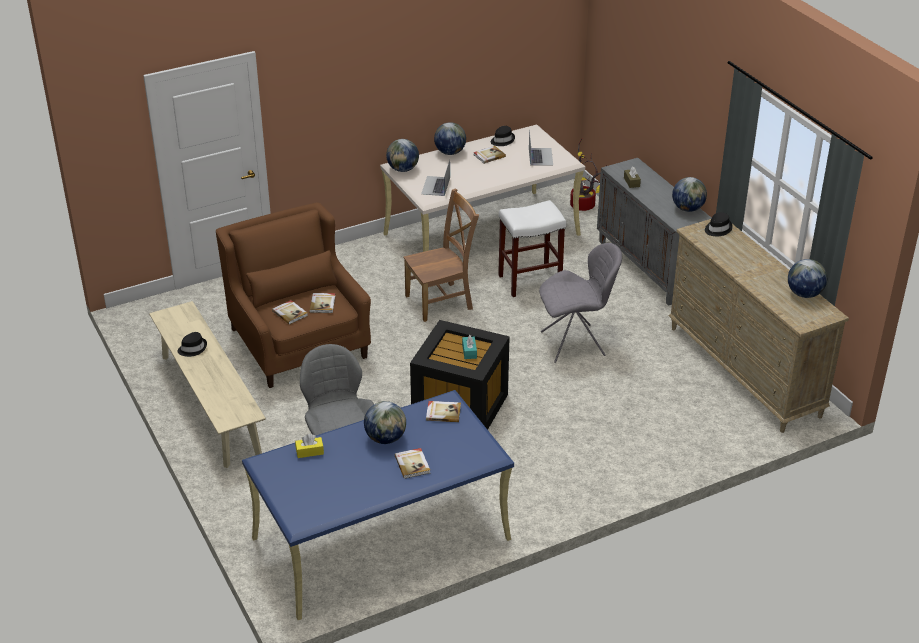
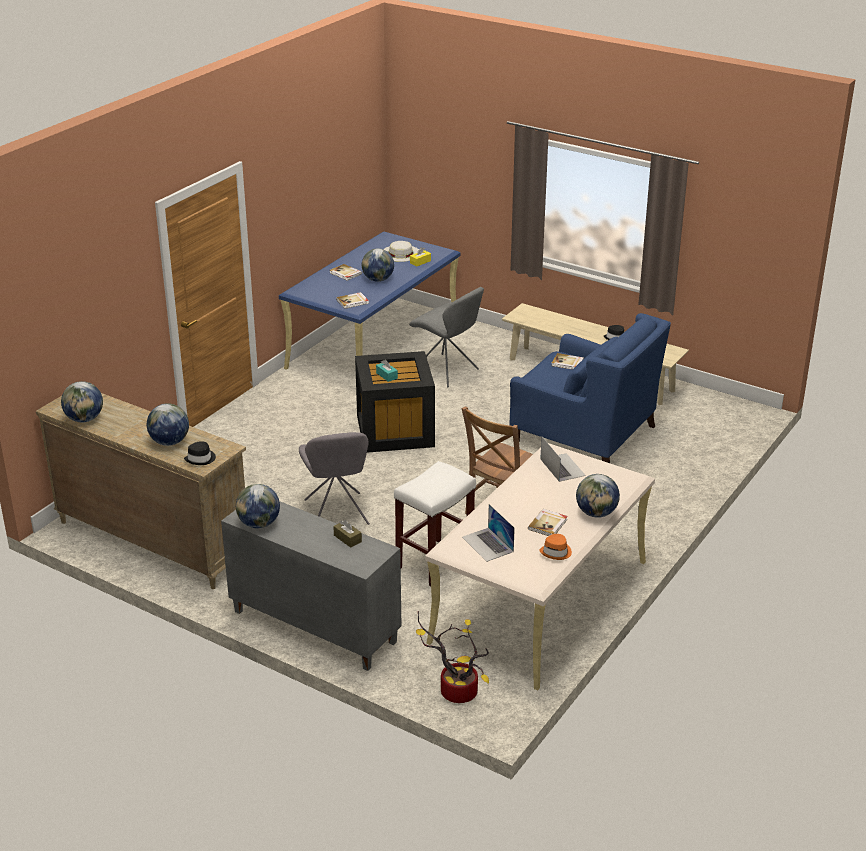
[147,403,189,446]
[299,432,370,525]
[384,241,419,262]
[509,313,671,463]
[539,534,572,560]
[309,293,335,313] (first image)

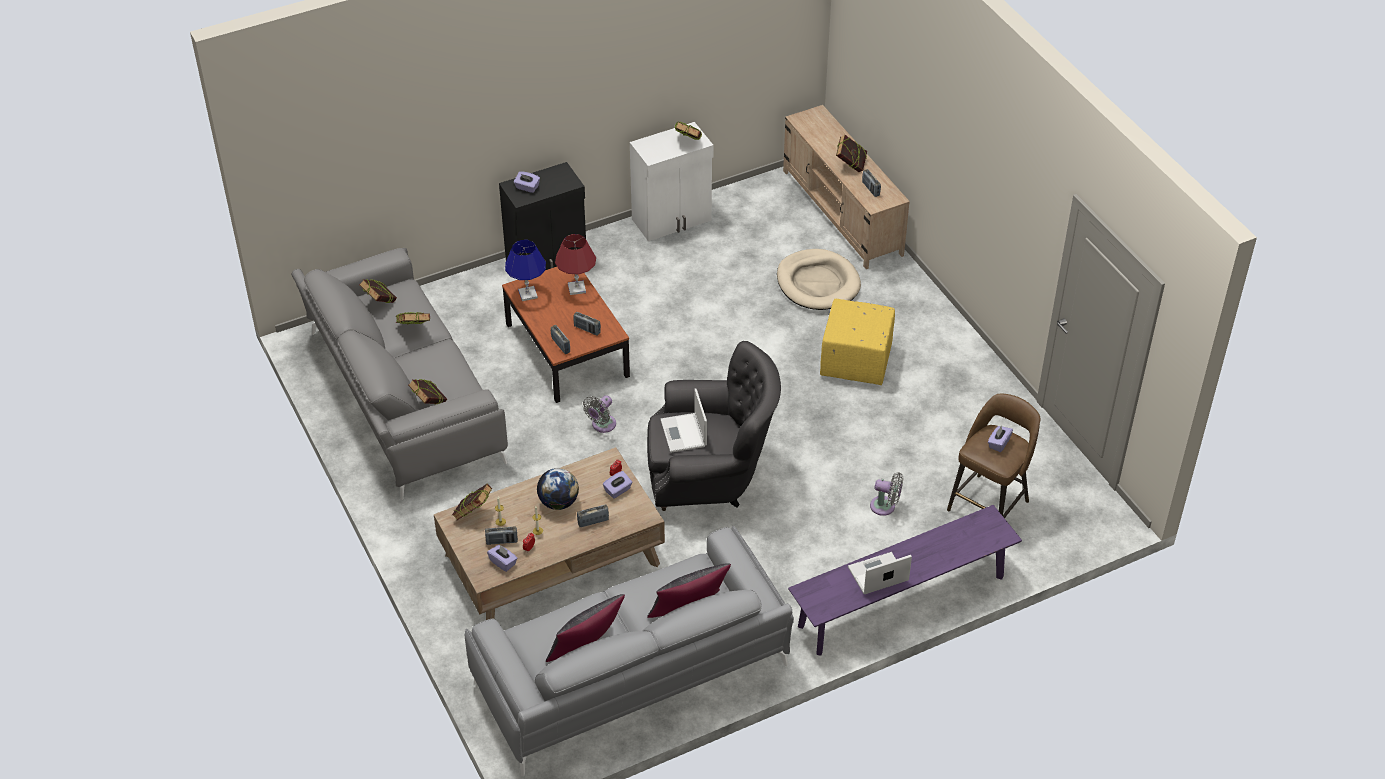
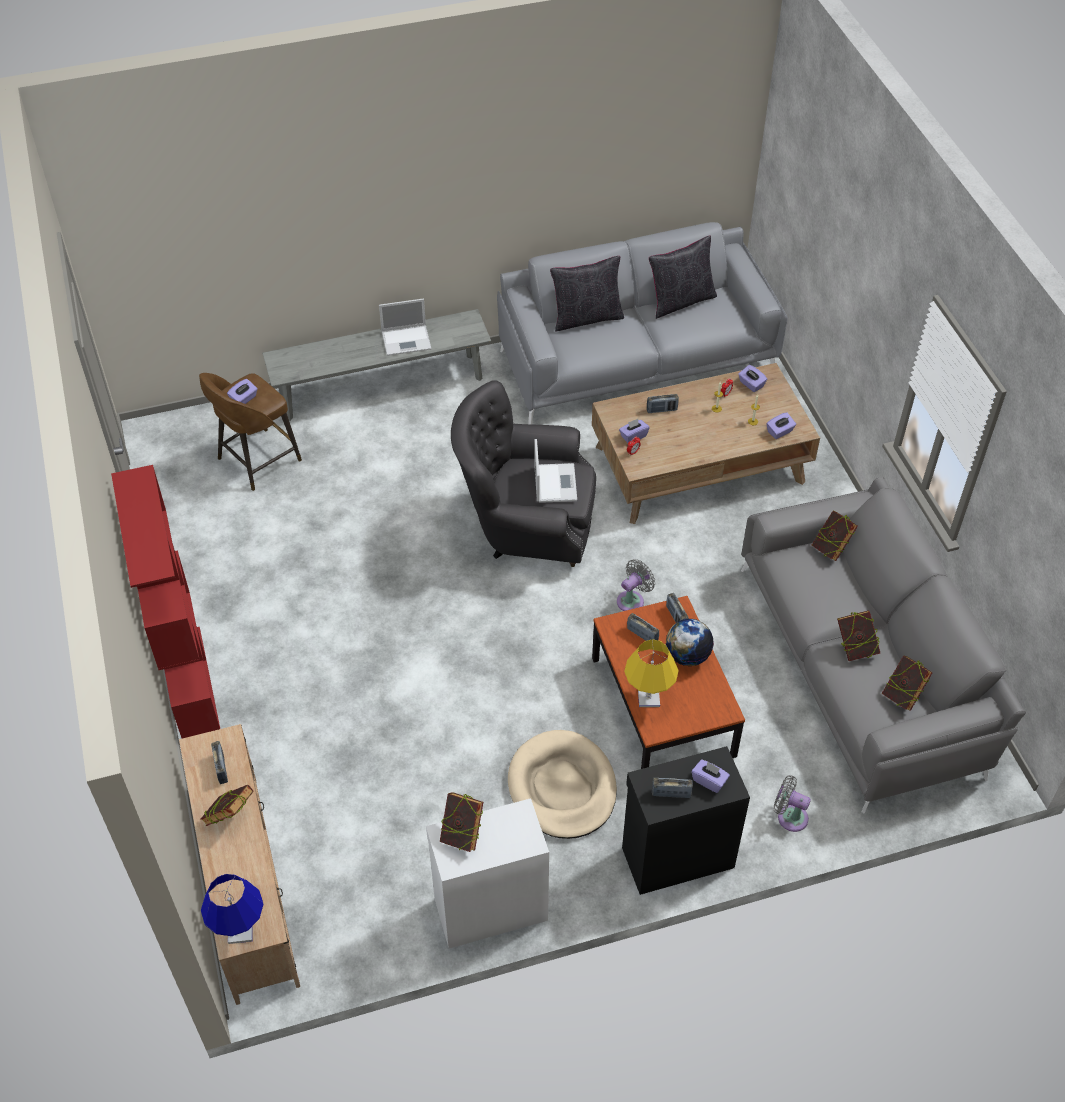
[111,465,220,738]
[201,874,263,944]
[262,309,491,421]
[508,730,617,839]
[624,639,679,707]
[652,778,693,798]
[666,619,714,666]
[766,412,796,439]
[773,775,811,832]
[820,299,895,385] (first image)

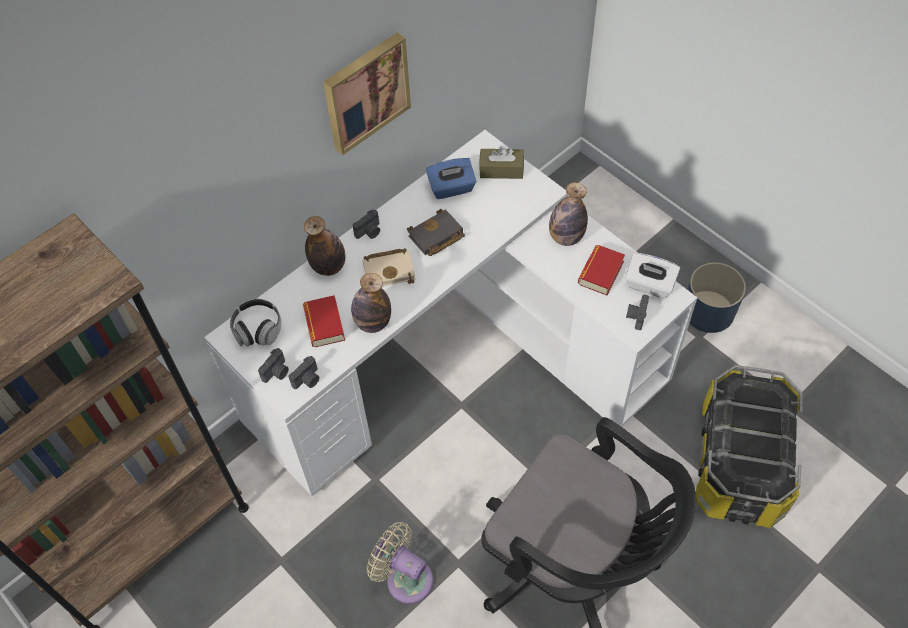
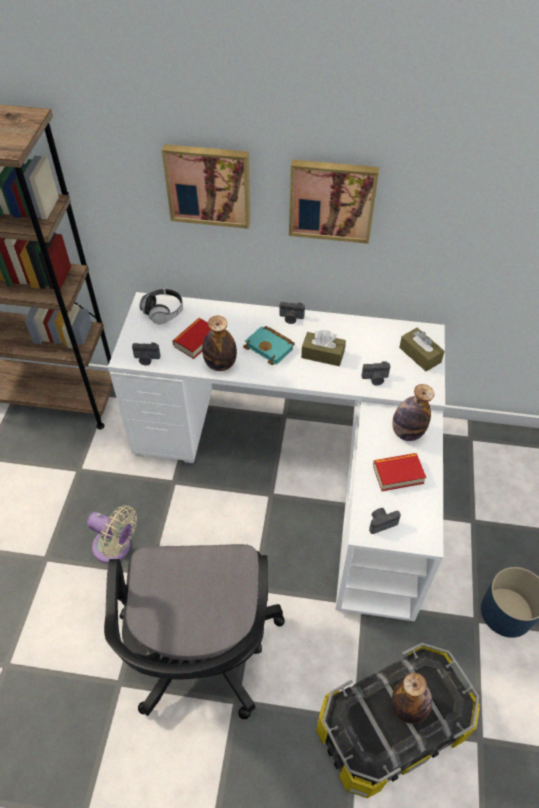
[87,505,137,563]
[162,144,250,229]
[243,326,295,365]
[301,330,346,366]
[361,361,390,386]
[392,673,432,724]
[426,158,477,199] (first image)
[625,253,680,298] (first image)

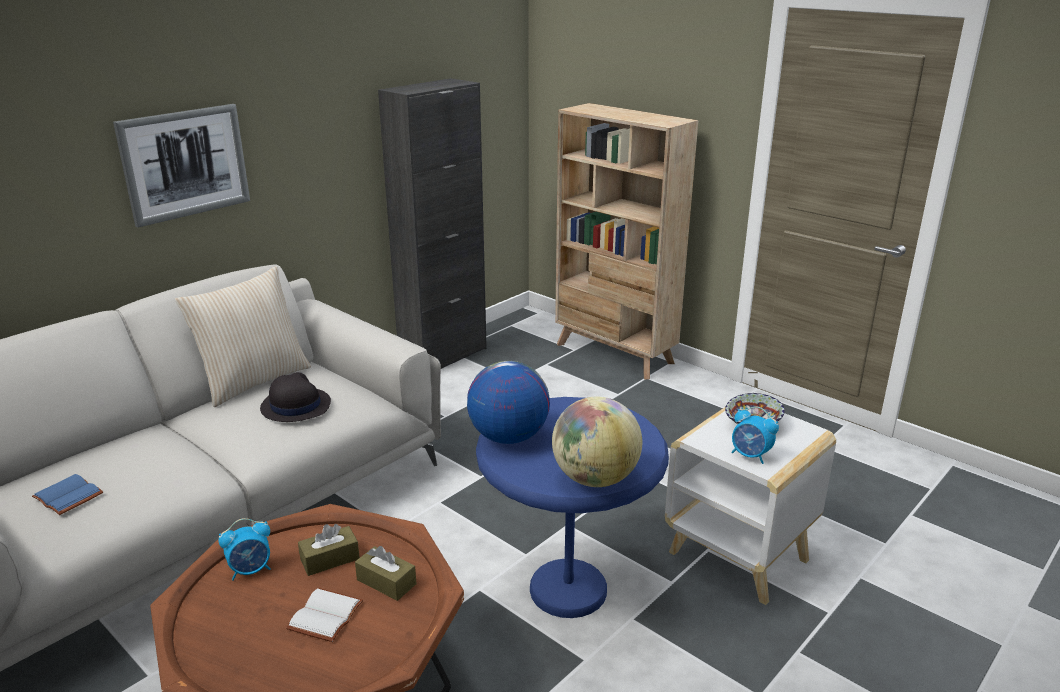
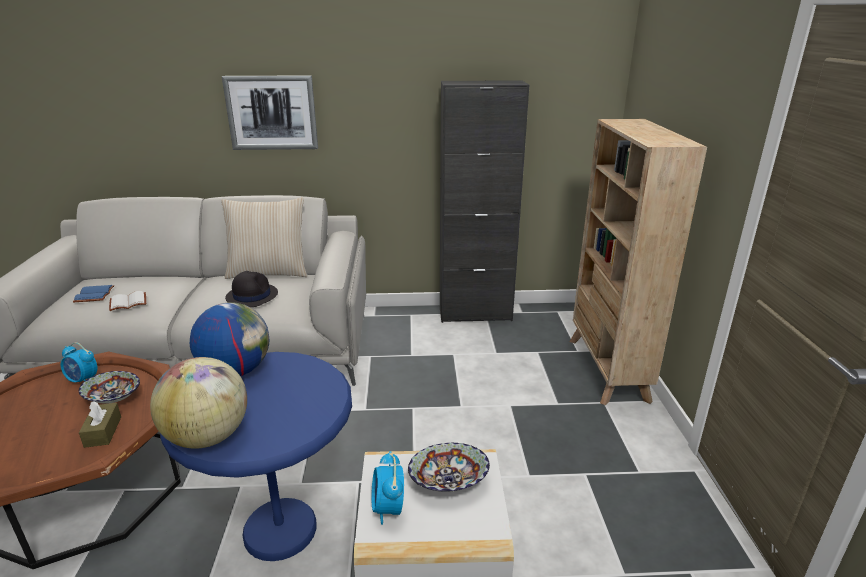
[79,371,140,404]
[109,291,146,311]

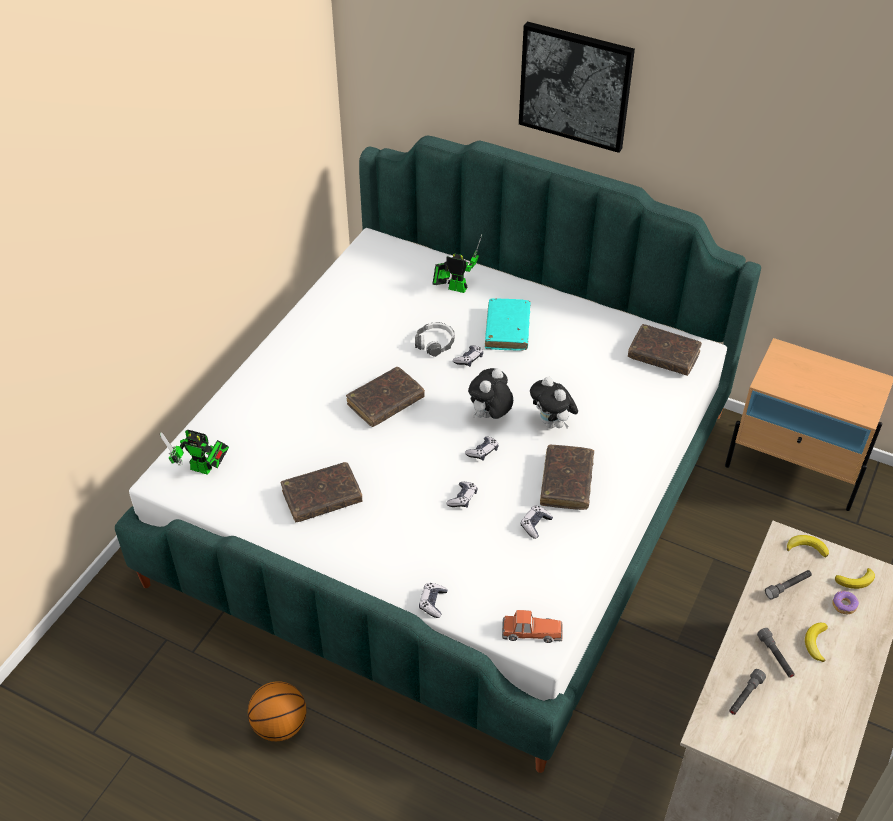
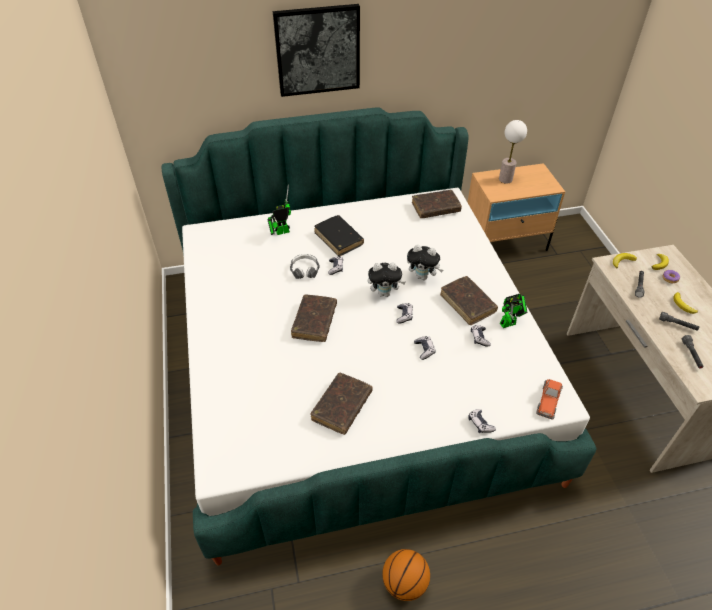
[315,215,364,256]
[368,263,405,297]
[499,120,527,184]
[500,294,527,328]
[536,379,563,420]

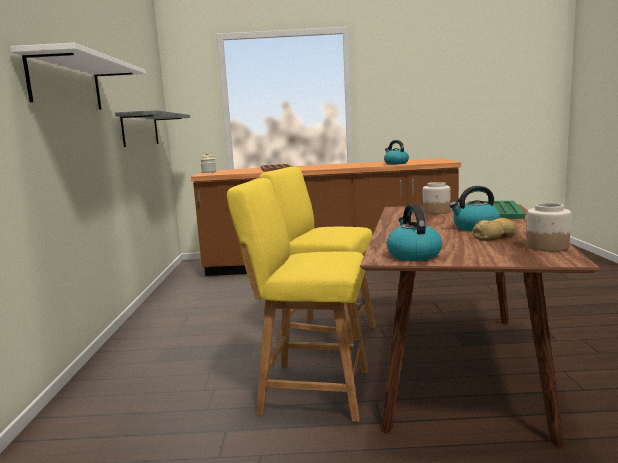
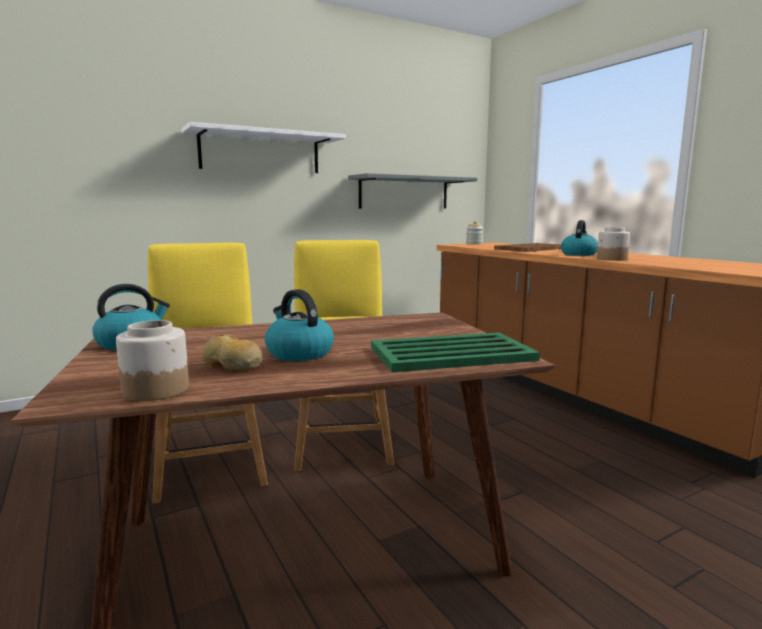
[561,220,598,256]
[597,227,630,261]

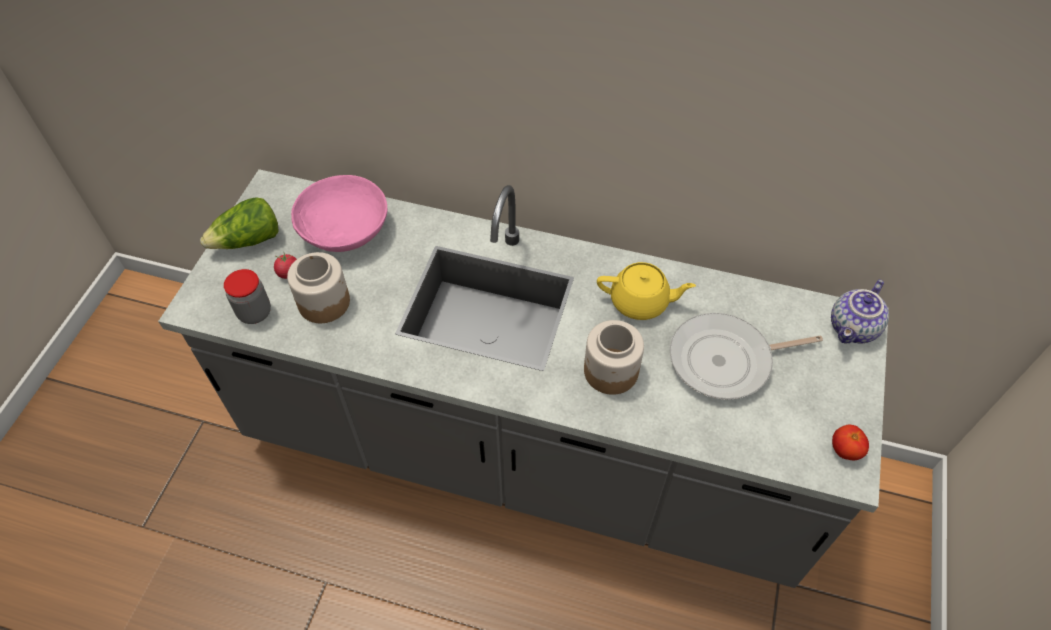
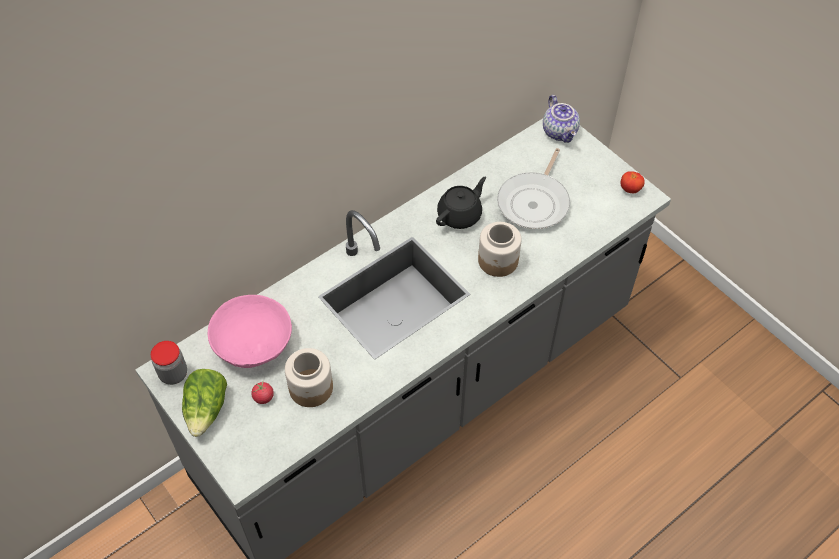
[151,341,187,385]
[436,177,486,229]

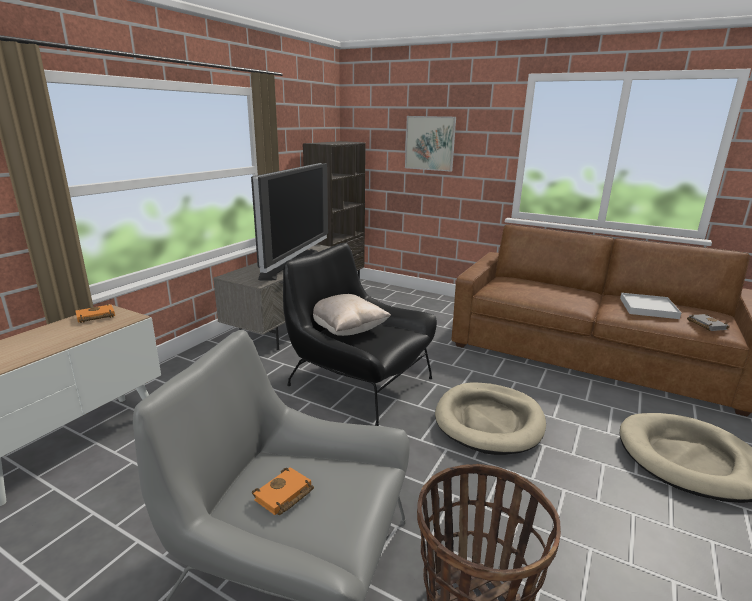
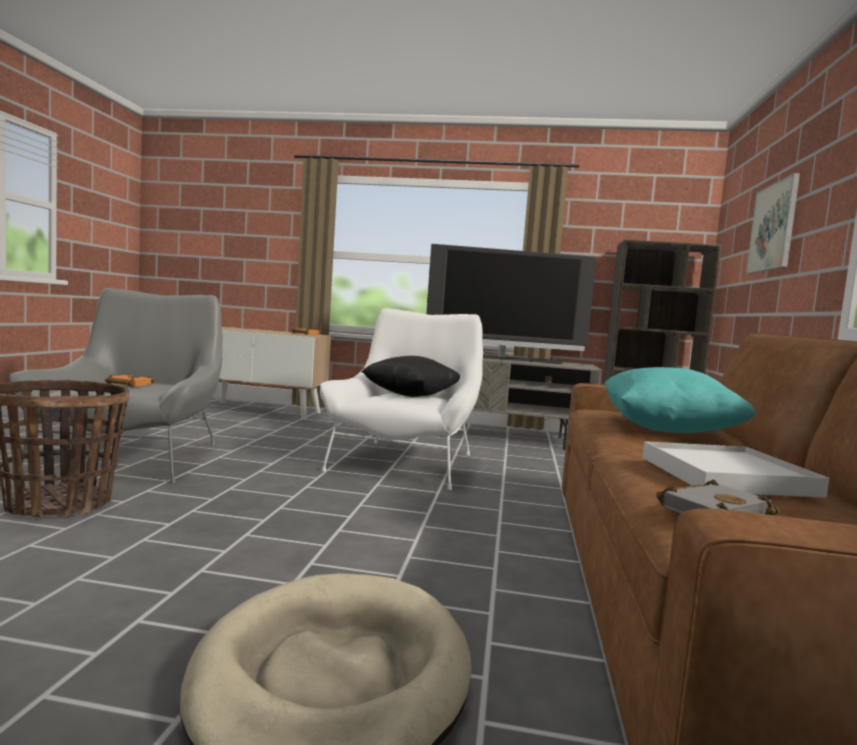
[320,308,483,490]
[361,356,460,397]
[604,367,756,433]
[435,382,546,455] (first image)

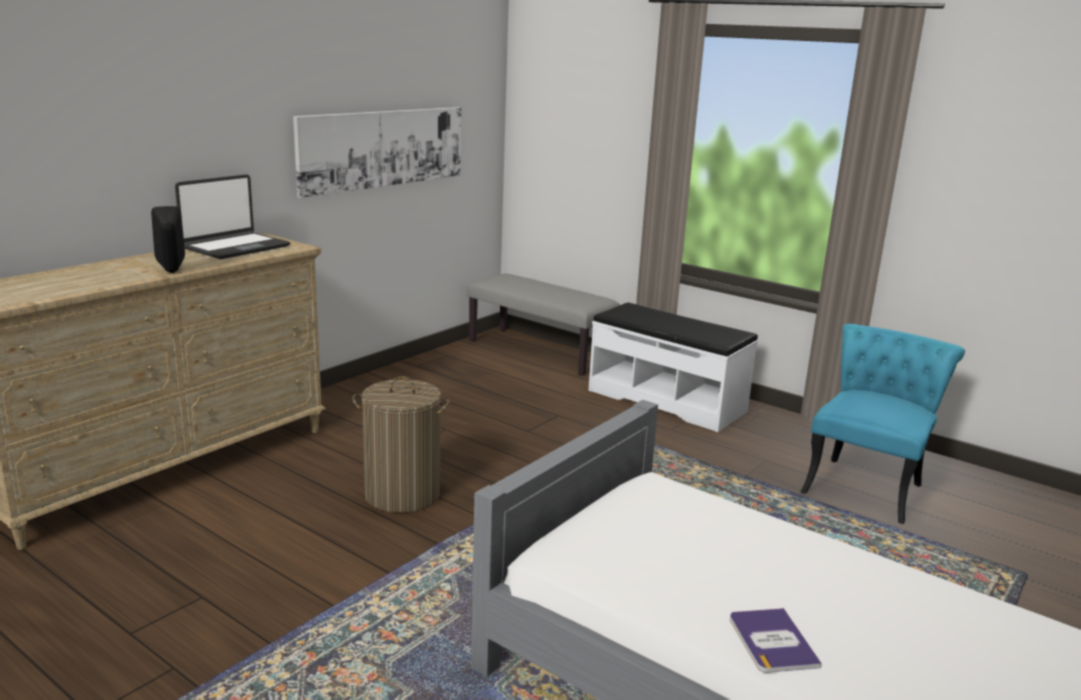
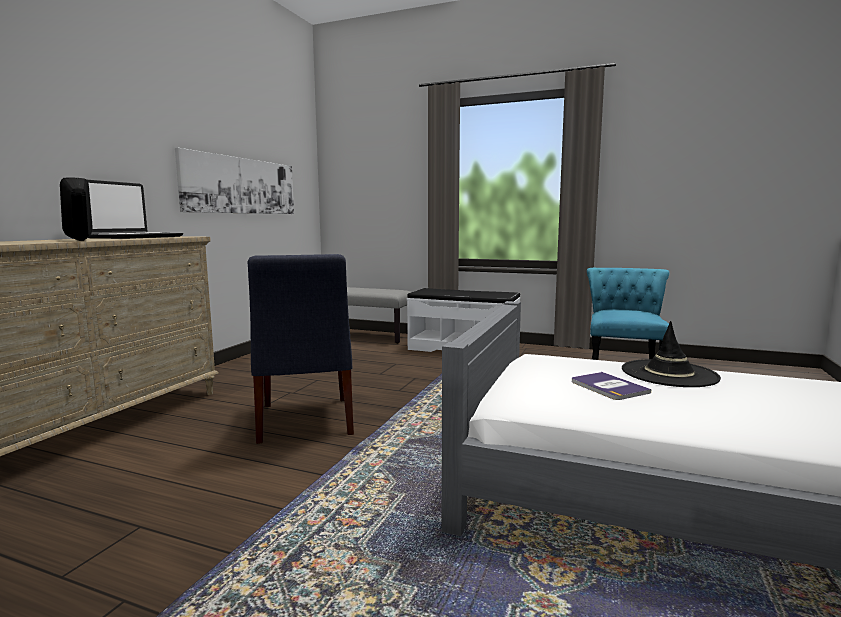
[247,254,354,444]
[572,372,651,400]
[622,321,721,387]

